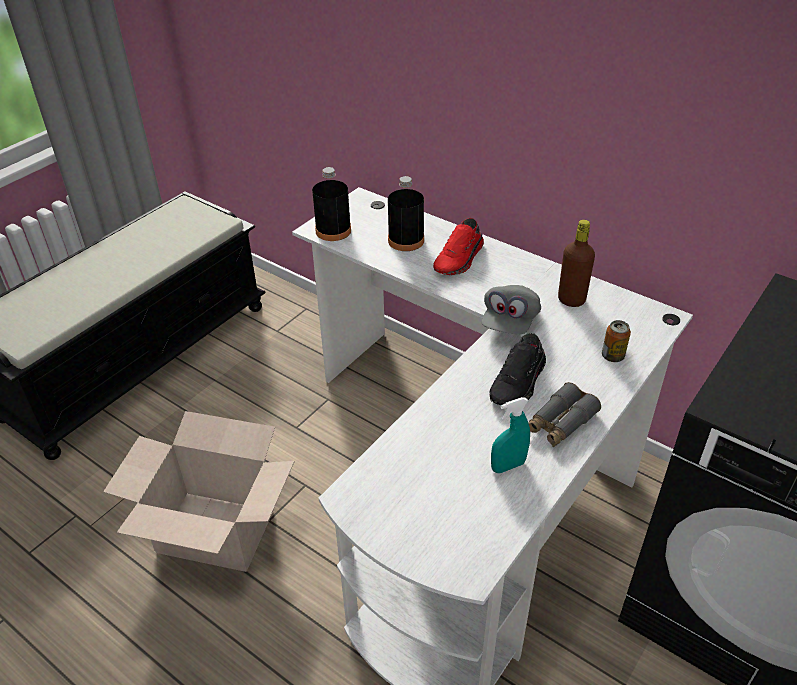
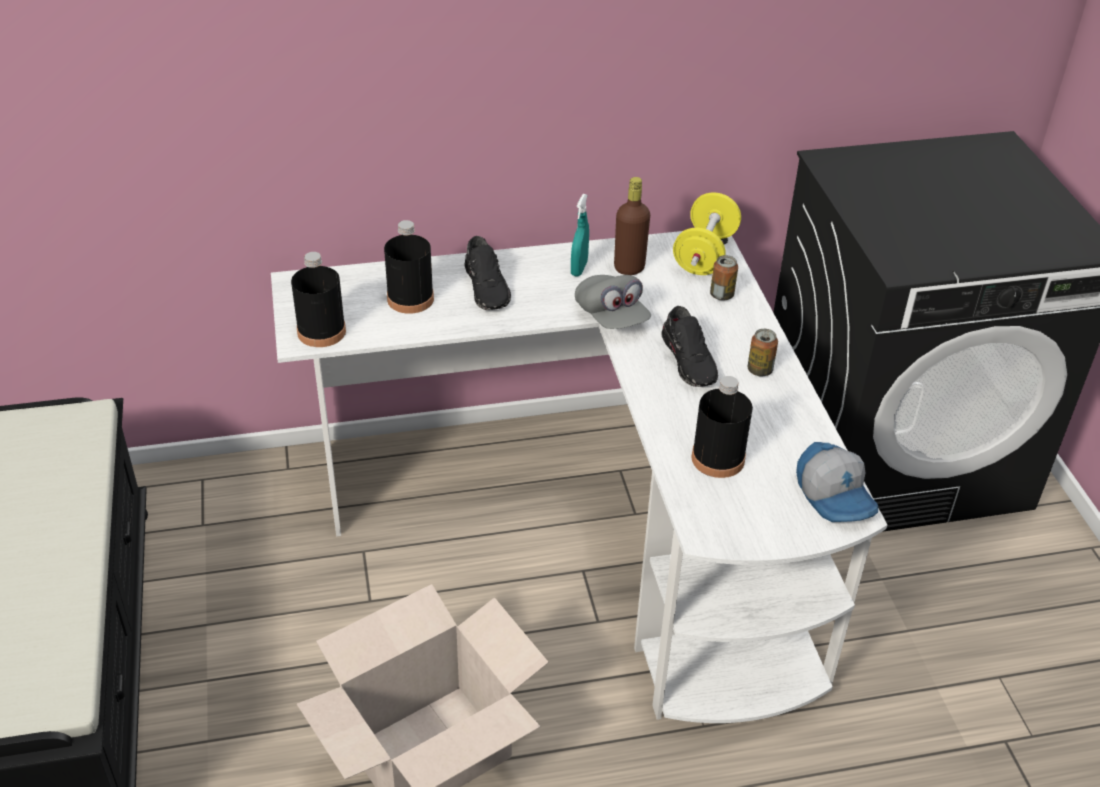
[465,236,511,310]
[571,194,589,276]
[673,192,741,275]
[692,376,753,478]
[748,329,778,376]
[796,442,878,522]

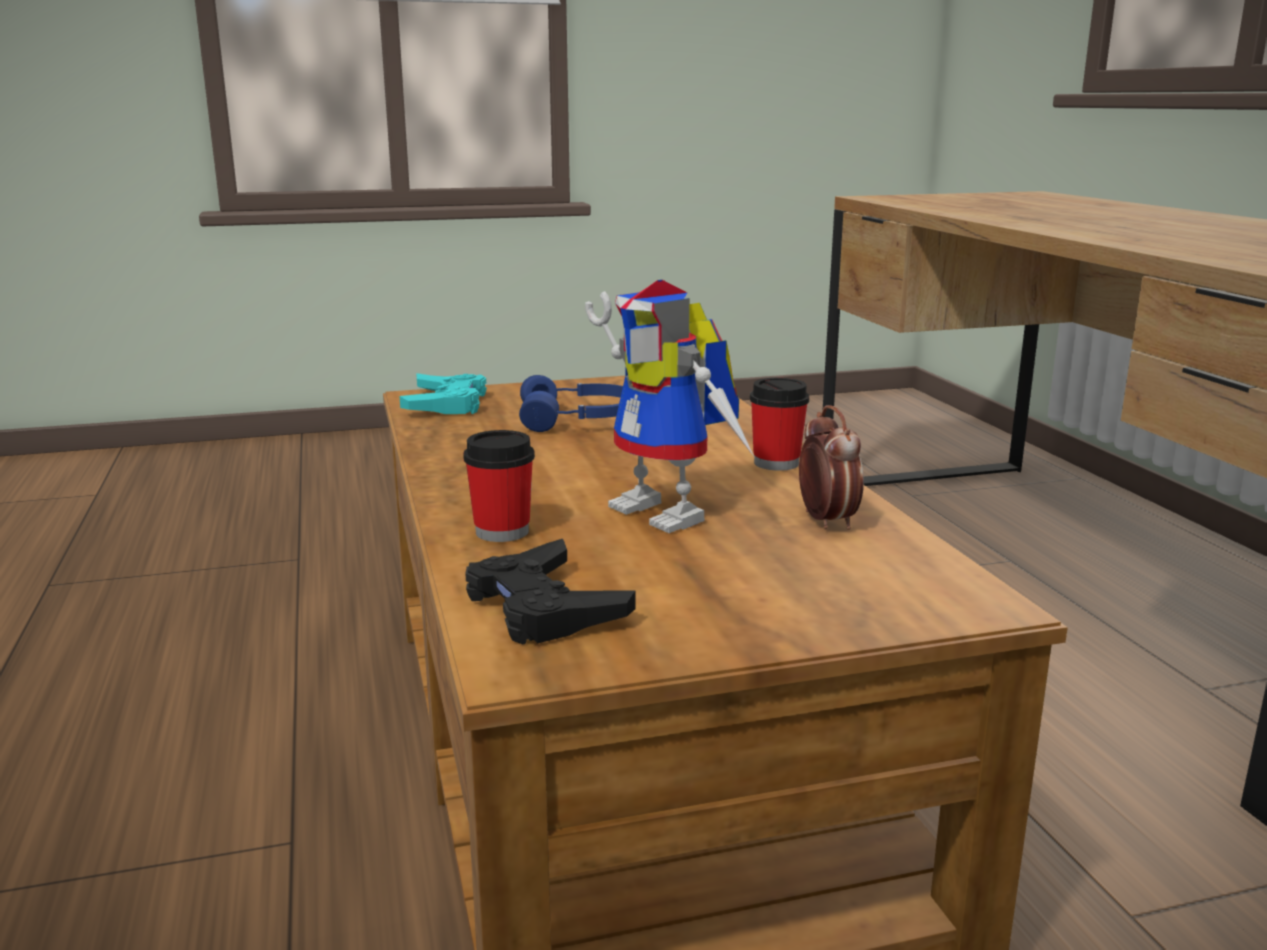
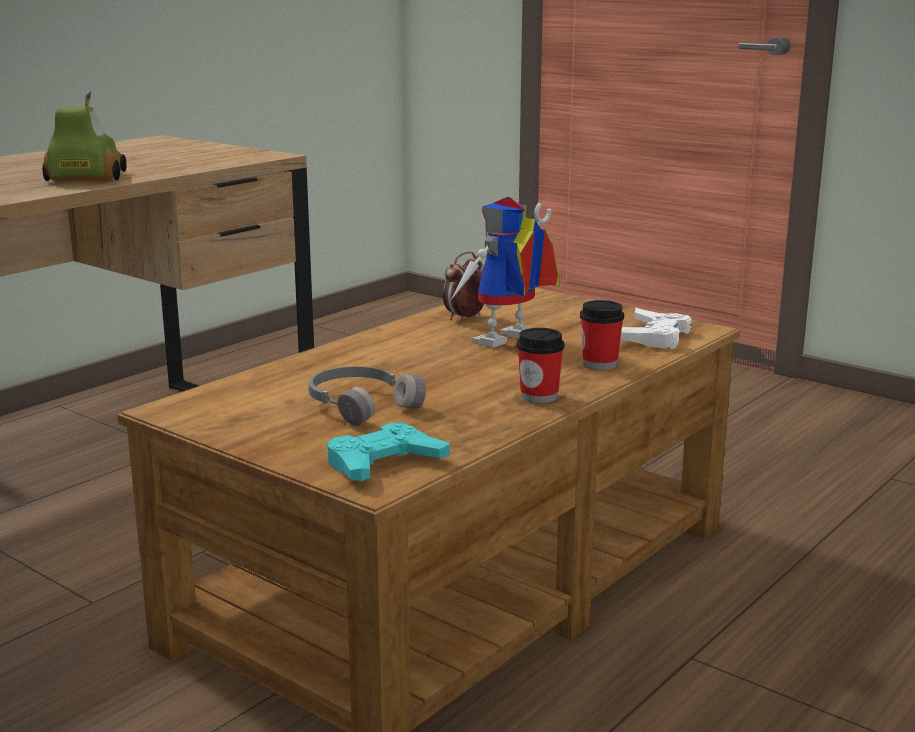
[42,91,127,182]
[308,366,426,426]
[451,197,560,347]
[517,328,564,404]
[620,308,691,349]

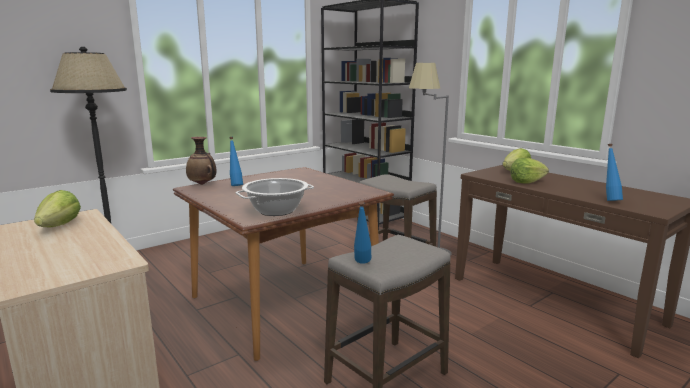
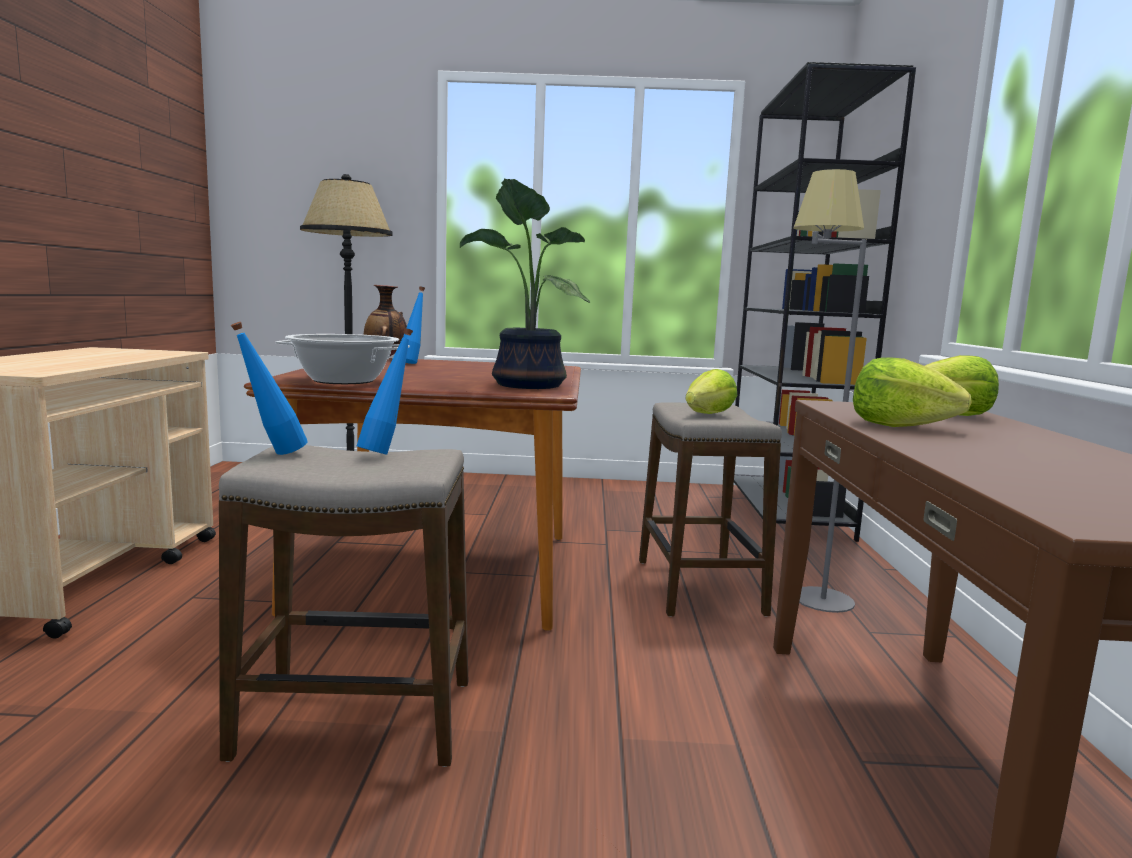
[357,328,413,455]
[460,178,590,389]
[685,369,737,414]

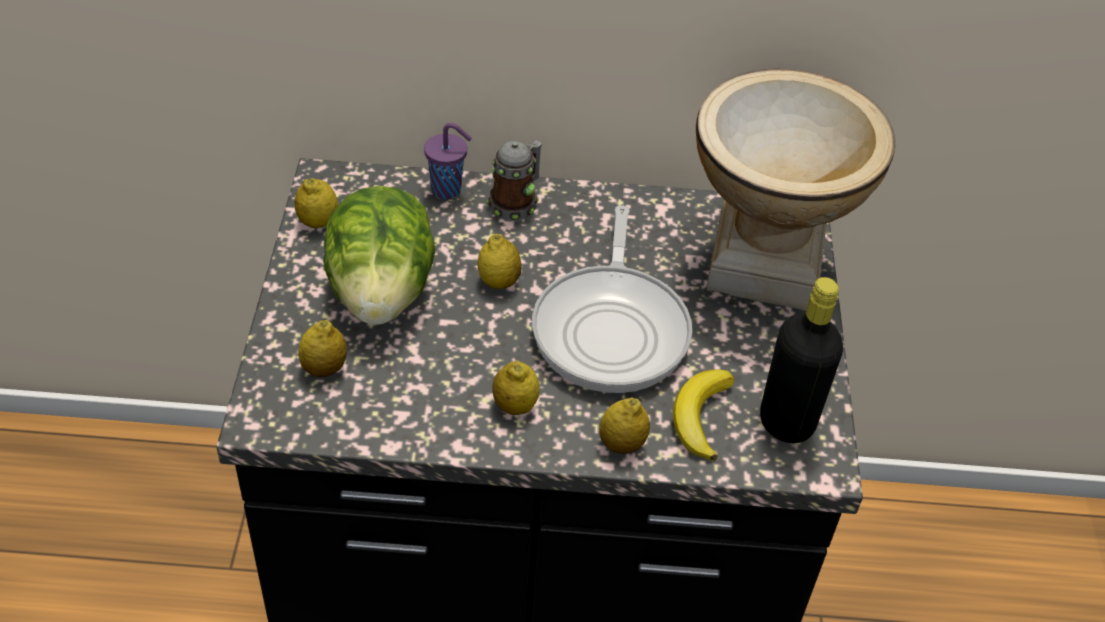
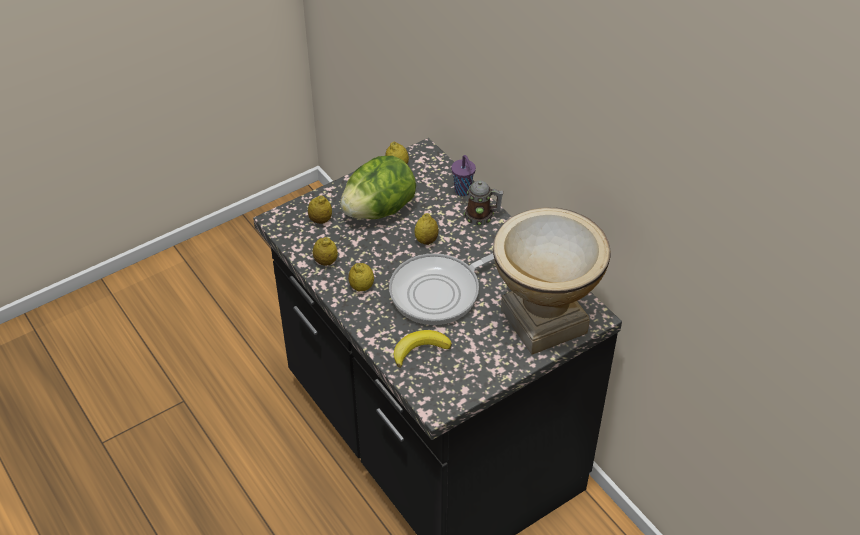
[313,237,338,266]
[760,277,843,443] (first image)

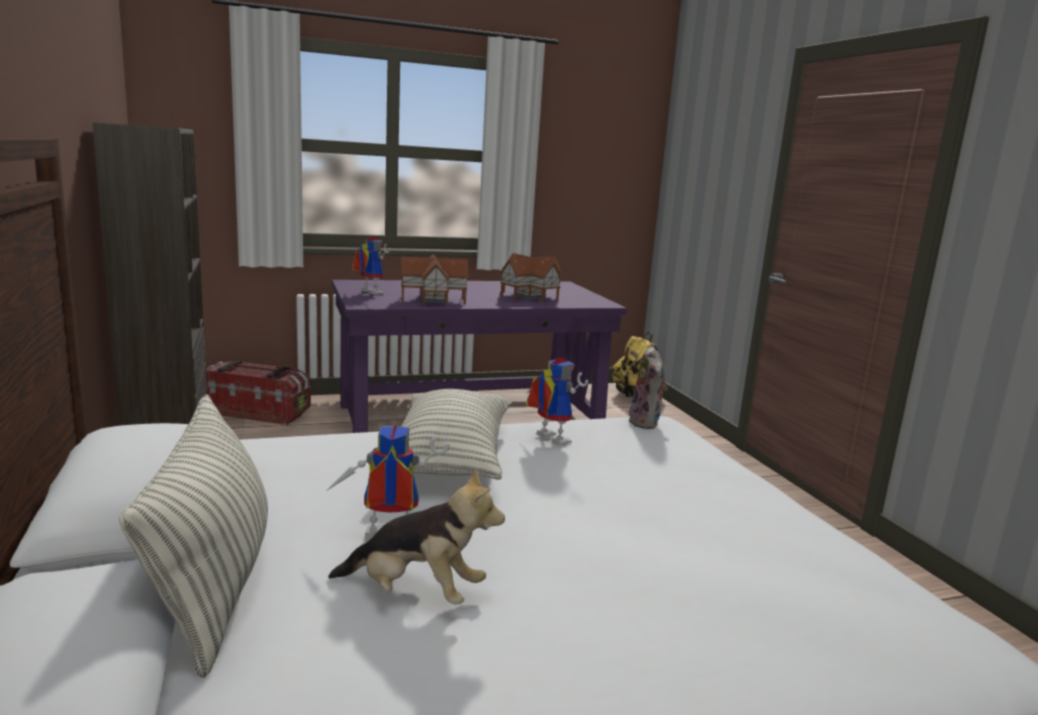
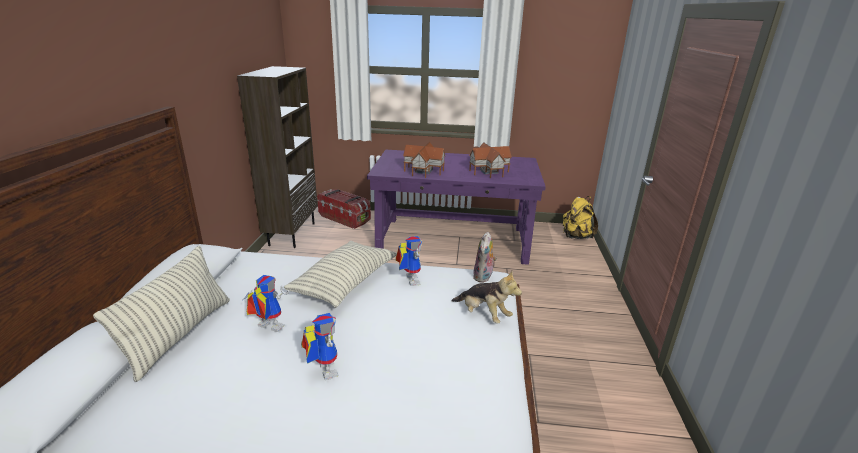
[301,313,338,380]
[451,271,522,324]

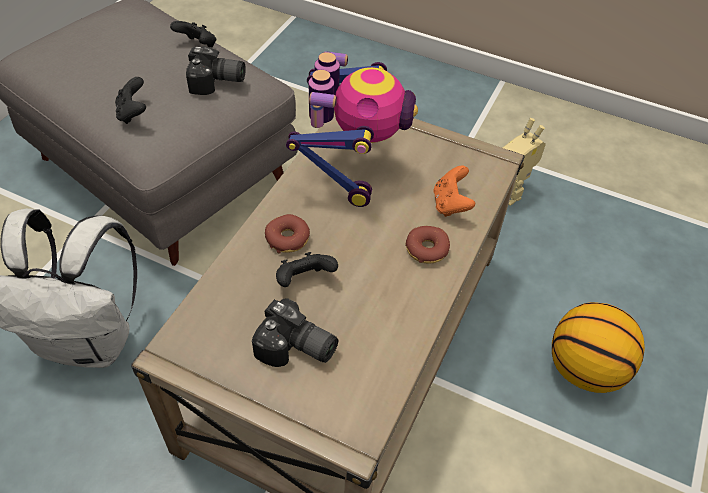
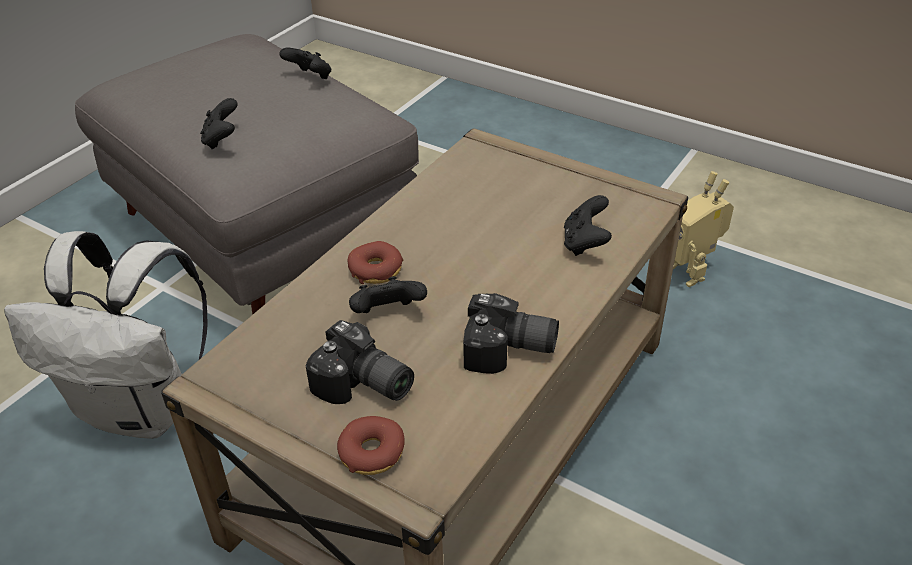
[337,416,405,475]
[463,293,559,374]
[564,195,612,256]
[286,51,418,207] (first image)
[552,302,645,393] (first image)

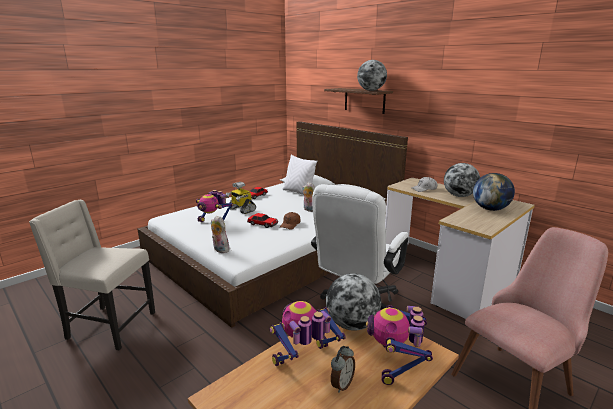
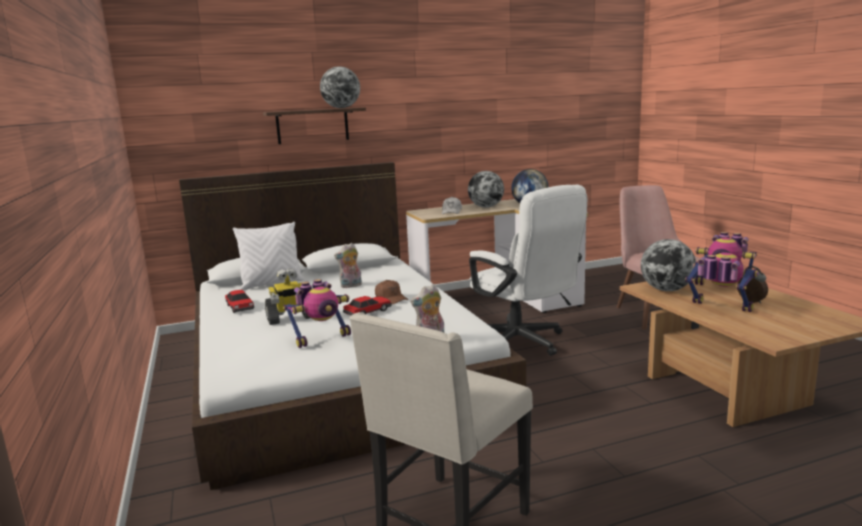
[685,252,759,312]

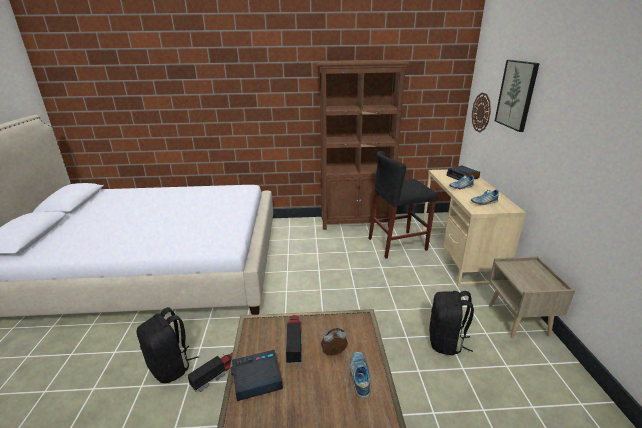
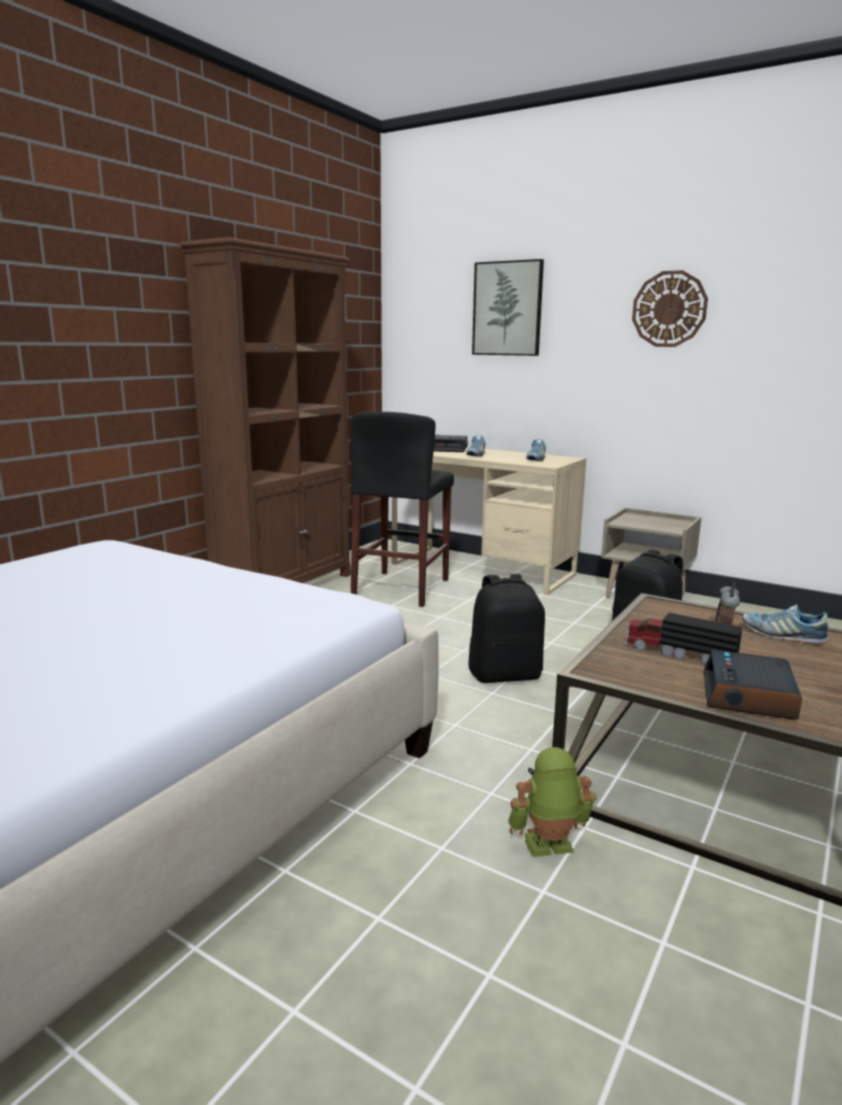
[468,574,545,683]
[508,747,597,857]
[632,270,708,347]

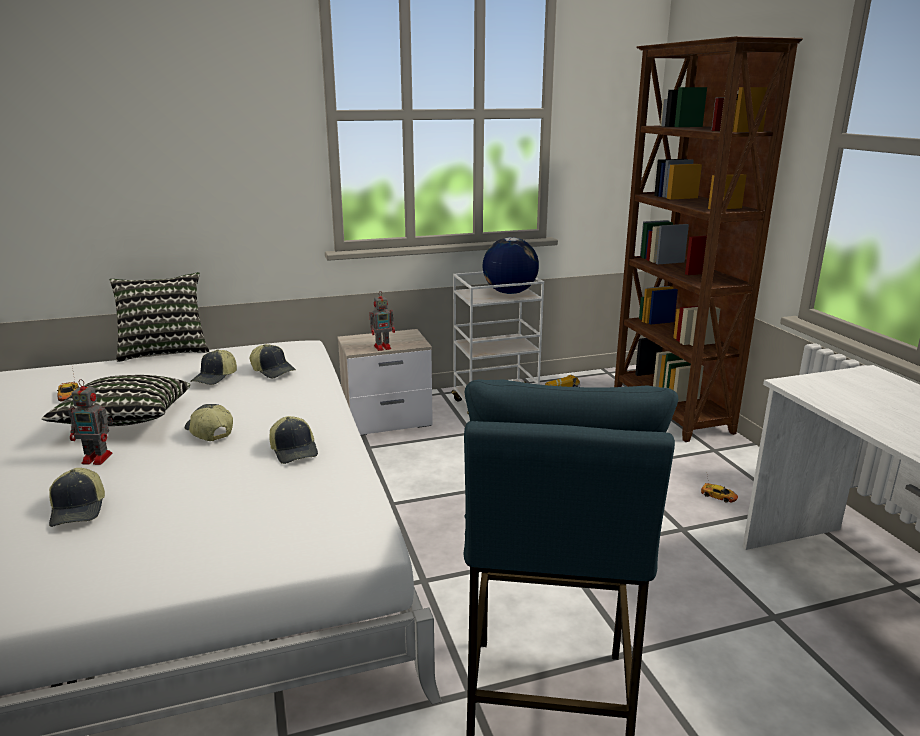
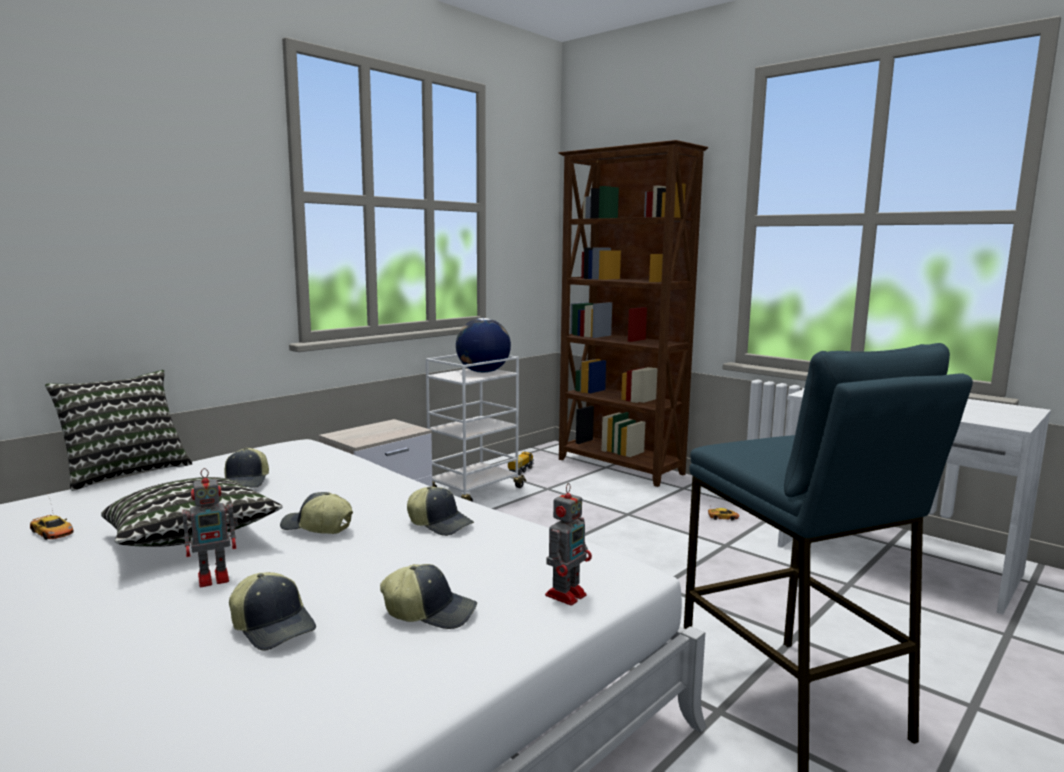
[380,564,477,629]
[545,483,592,605]

